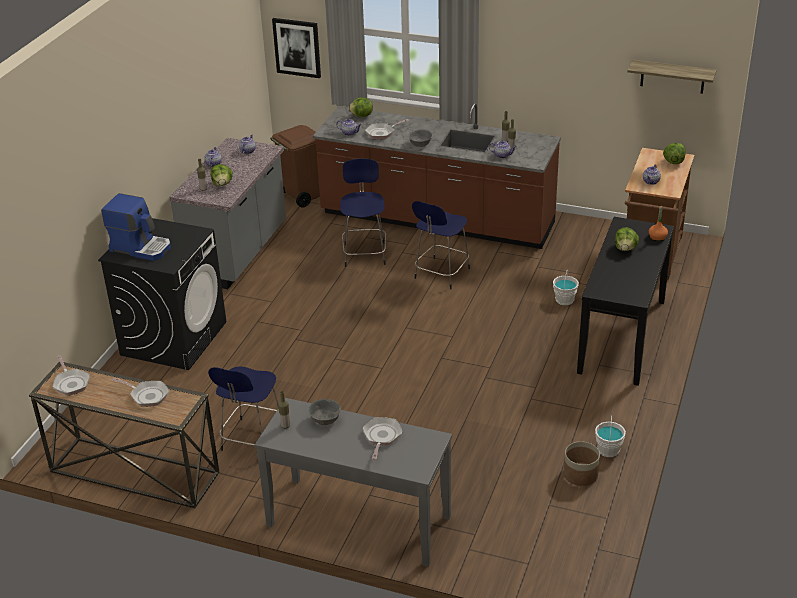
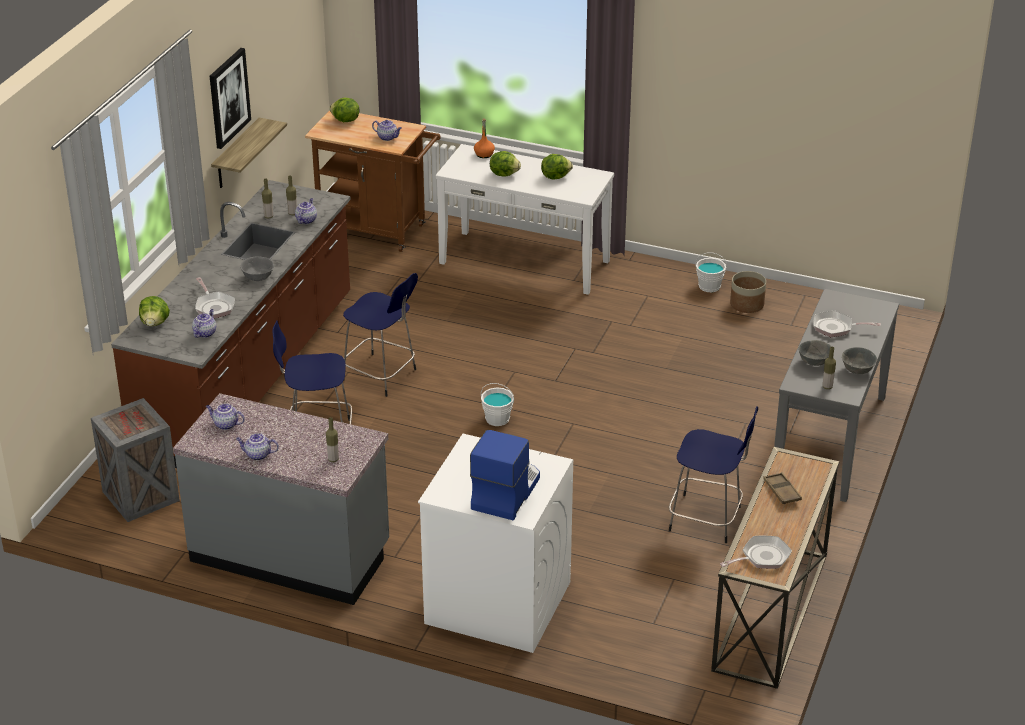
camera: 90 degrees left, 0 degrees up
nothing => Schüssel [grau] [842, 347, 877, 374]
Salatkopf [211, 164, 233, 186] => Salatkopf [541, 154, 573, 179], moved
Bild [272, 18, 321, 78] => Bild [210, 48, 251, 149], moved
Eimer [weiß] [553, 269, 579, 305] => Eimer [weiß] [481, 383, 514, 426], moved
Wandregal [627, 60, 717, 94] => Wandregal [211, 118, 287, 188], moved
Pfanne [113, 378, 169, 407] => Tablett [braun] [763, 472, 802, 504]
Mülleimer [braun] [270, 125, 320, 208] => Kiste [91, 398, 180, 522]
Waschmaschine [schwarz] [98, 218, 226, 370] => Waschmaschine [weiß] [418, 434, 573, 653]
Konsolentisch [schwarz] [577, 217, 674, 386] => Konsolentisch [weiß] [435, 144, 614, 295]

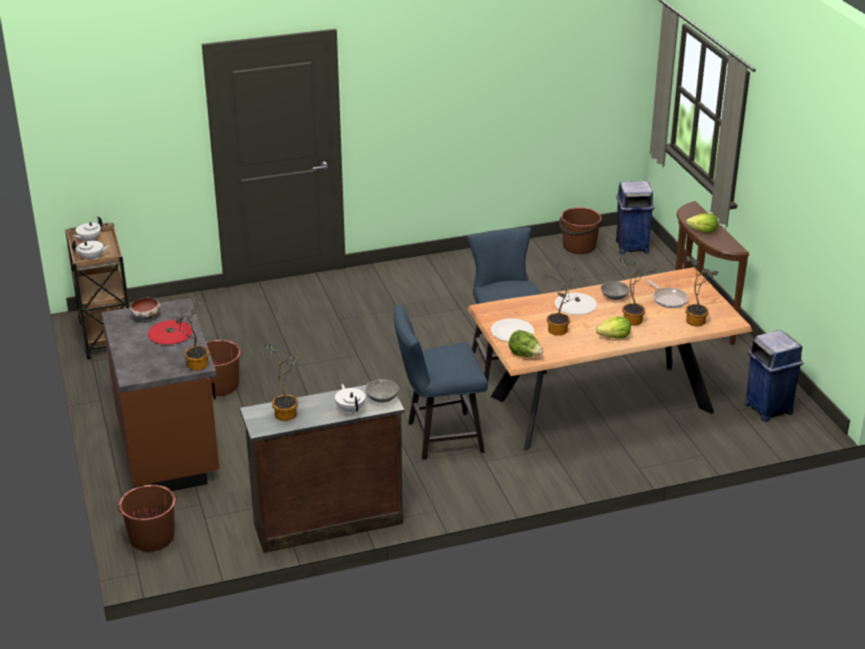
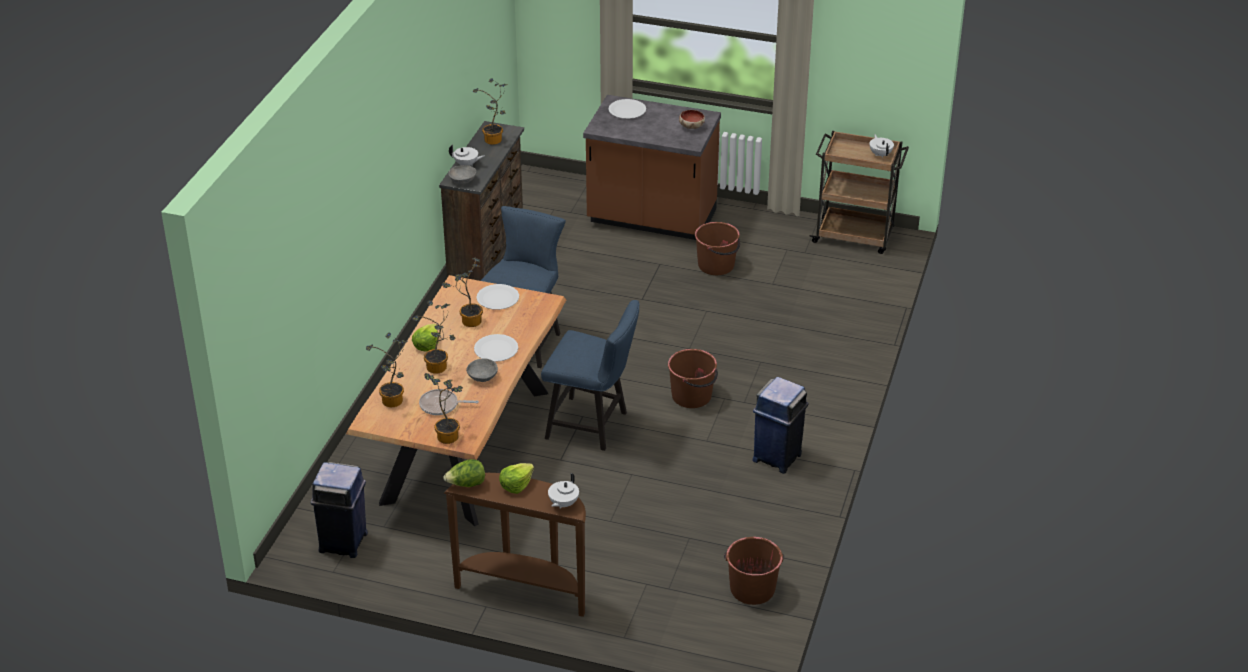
camera: 125 degrees right, 5 degrees up
Teller [rot] [148, 320, 193, 345] => nothing
nothing => Teller [weiß] [608, 99, 646, 119]
Teekanne [weiß] [72, 240, 110, 260] => Teekanne [weiß] [548, 473, 579, 509], moved
Eimer [braun] [117, 485, 177, 552] => Eimer [braun] [668, 349, 718, 408], moved
Topfpflanze [165, 296, 209, 371] => Topfpflanze [424, 373, 463, 444], moved
Salatkopf [508, 330, 543, 357] => Salatkopf [443, 459, 485, 487], moved
Mülleimer [blau] [616, 181, 654, 254] => Mülleimer [blau] [752, 377, 809, 474], moved

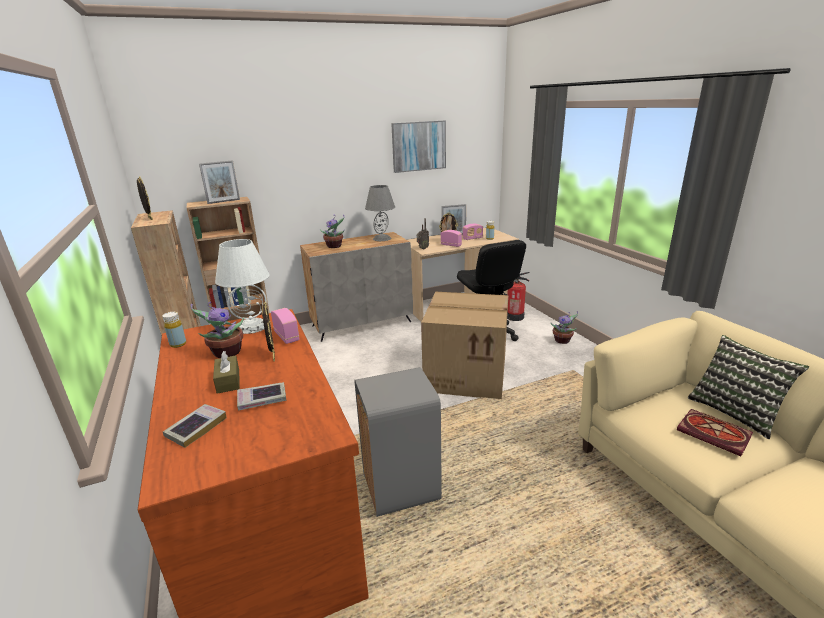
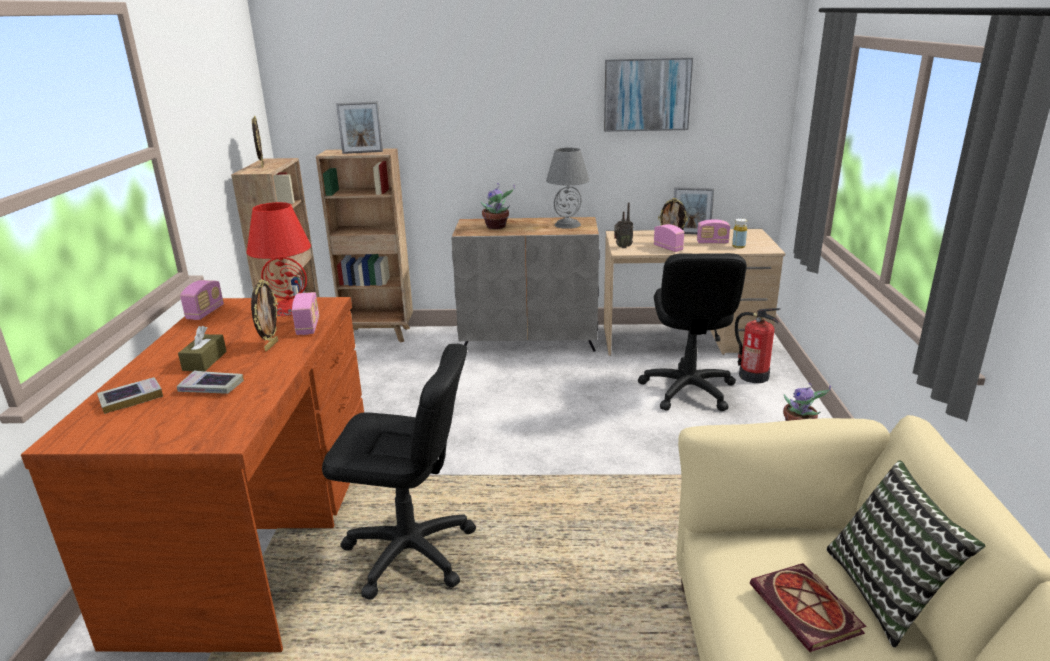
camera: 25 degrees right, 0 degrees up
Topfpflanze [190, 302, 244, 358] => nothing
Karton [421, 292, 509, 399] => nothing
Flasche [gelb] [163, 312, 186, 348] => Radio [180, 280, 224, 320]
Mülleimer [grau] [355, 367, 442, 517] => Bürostuhl [schwarz] [322, 344, 476, 600]
Tischlampe [weiß] [215, 239, 270, 334] => Tischlampe [rot] [247, 202, 311, 316]

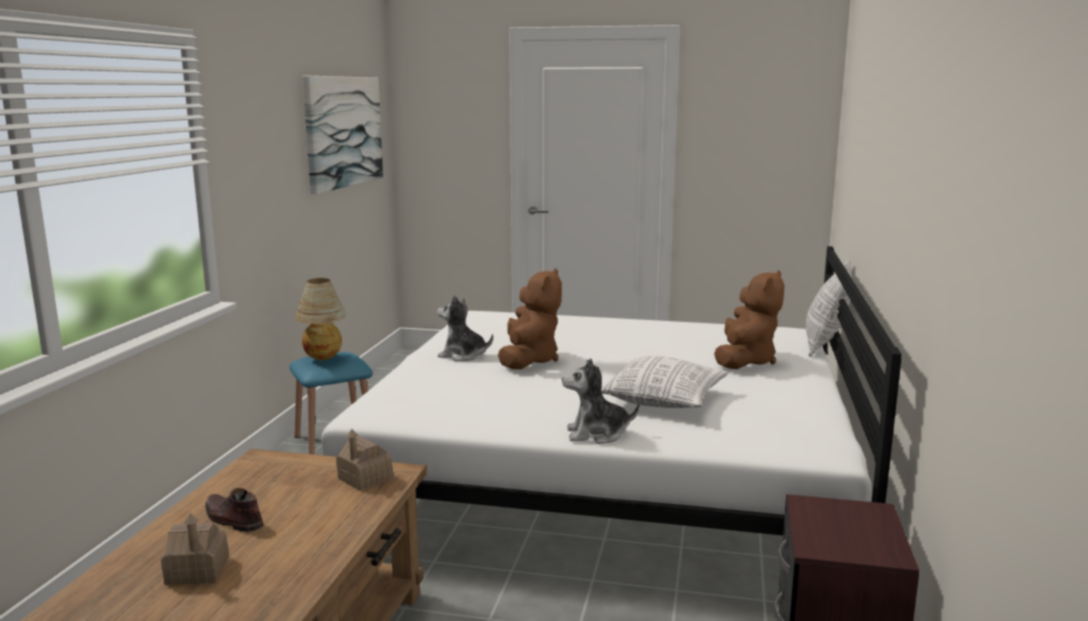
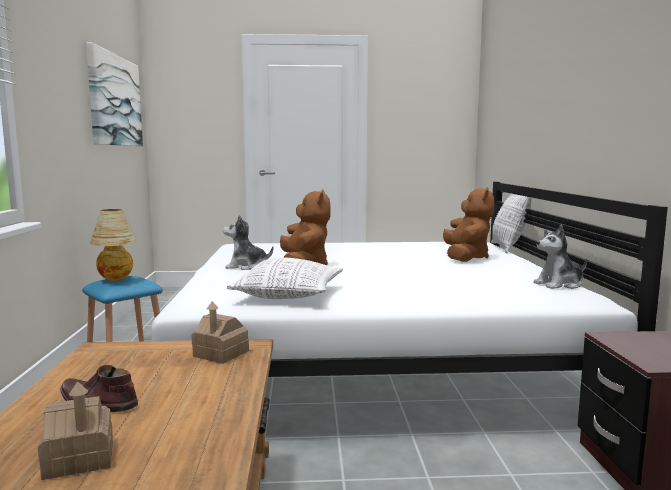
camera: 15 degrees left, 5 degrees down
Plüschtier [562, 358, 640, 444] => Plüschtier [533, 225, 587, 289], moved
Kissen [601, 356, 729, 408] => Kissen [227, 257, 343, 299], moved

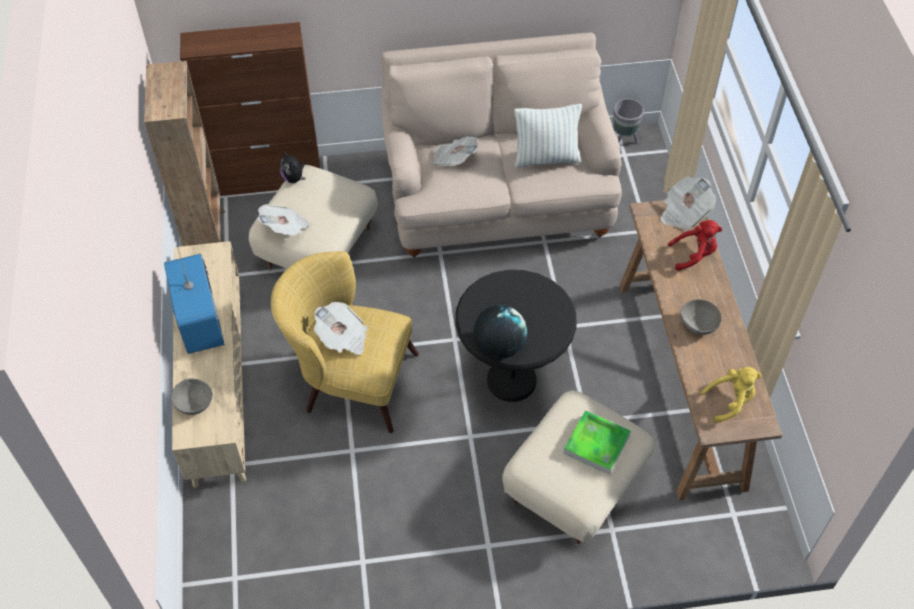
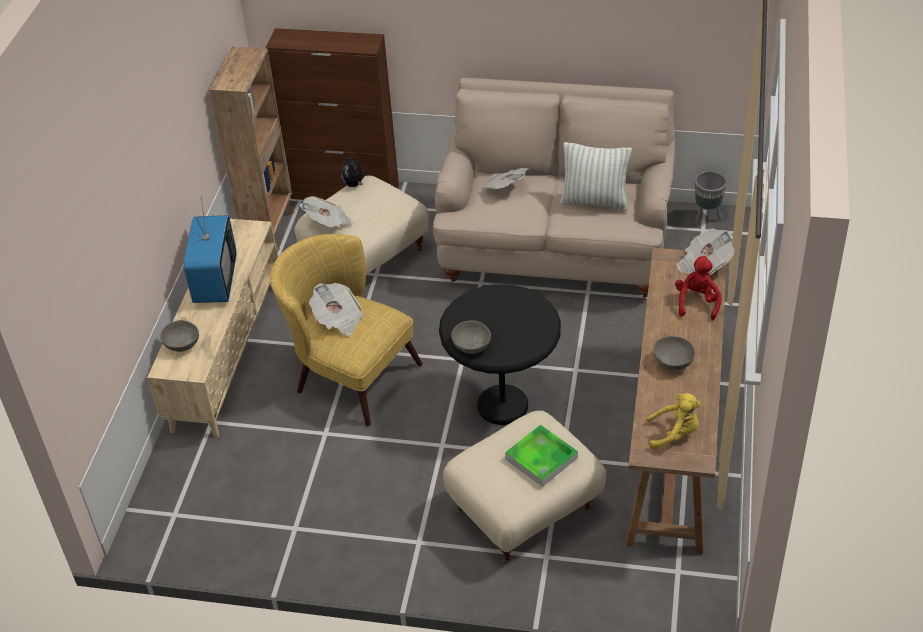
camera: 20 degrees right, 10 degrees down
Globus [473, 305, 527, 359] => Schüssel [grau] [451, 320, 491, 354]
Plüschtier [rot] [668, 220, 722, 271] => Plüschtier [rot] [675, 256, 722, 320], 90 degrees counterclockwise

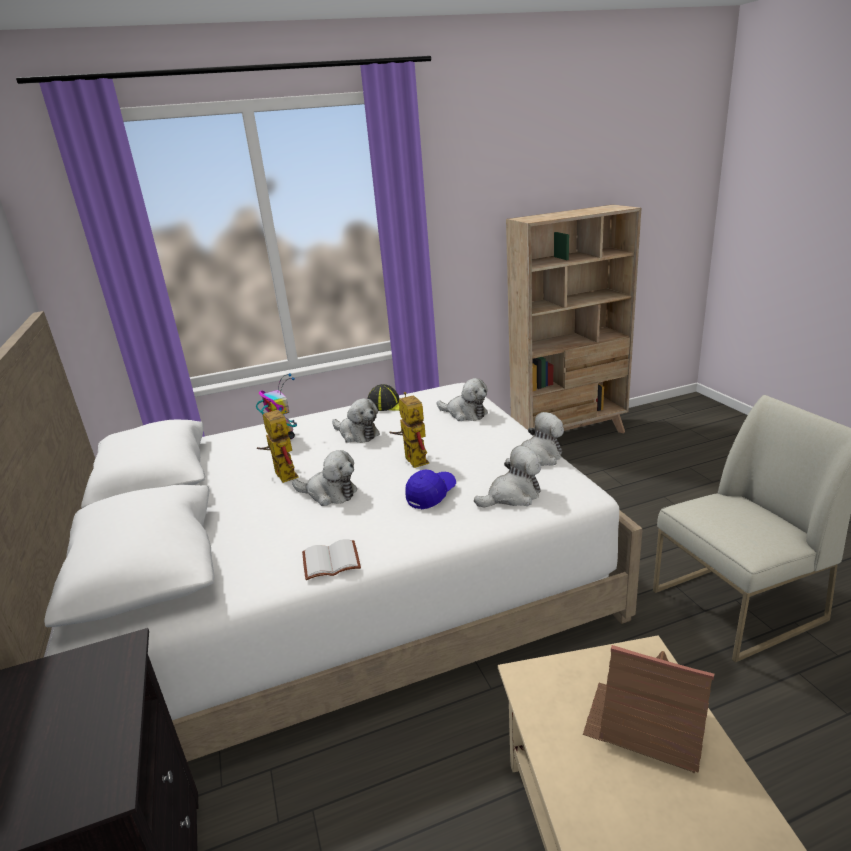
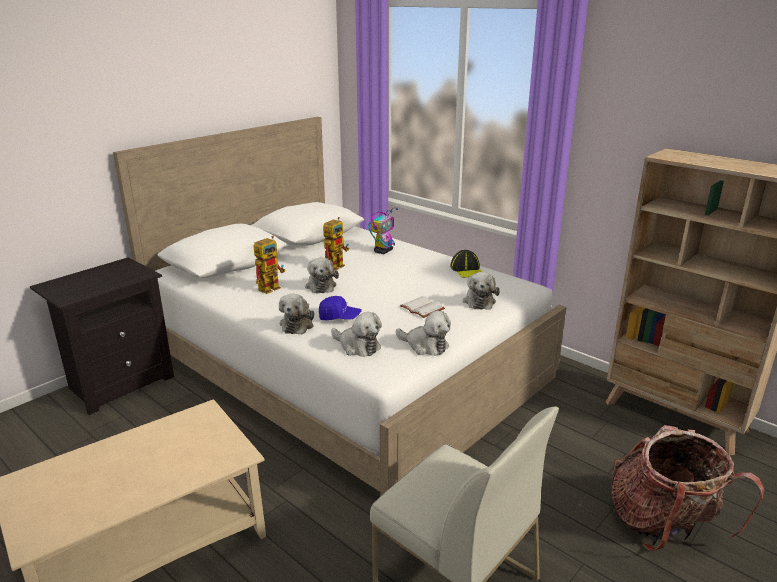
camera: 60 degrees right, 0 degrees up
Spielzeughaus [583, 645, 714, 773] => nothing
nothing => Rucksack [611, 425, 764, 551]
Buch [weiß] [302, 539, 361, 580] => Buch [weiß] [400, 296, 445, 318], moved
Plüschtier [332, 398, 380, 443] => Plüschtier [279, 294, 314, 335], moved
Spielzeugroboter [389, 392, 429, 468] => Spielzeugroboter [253, 236, 285, 294], moved

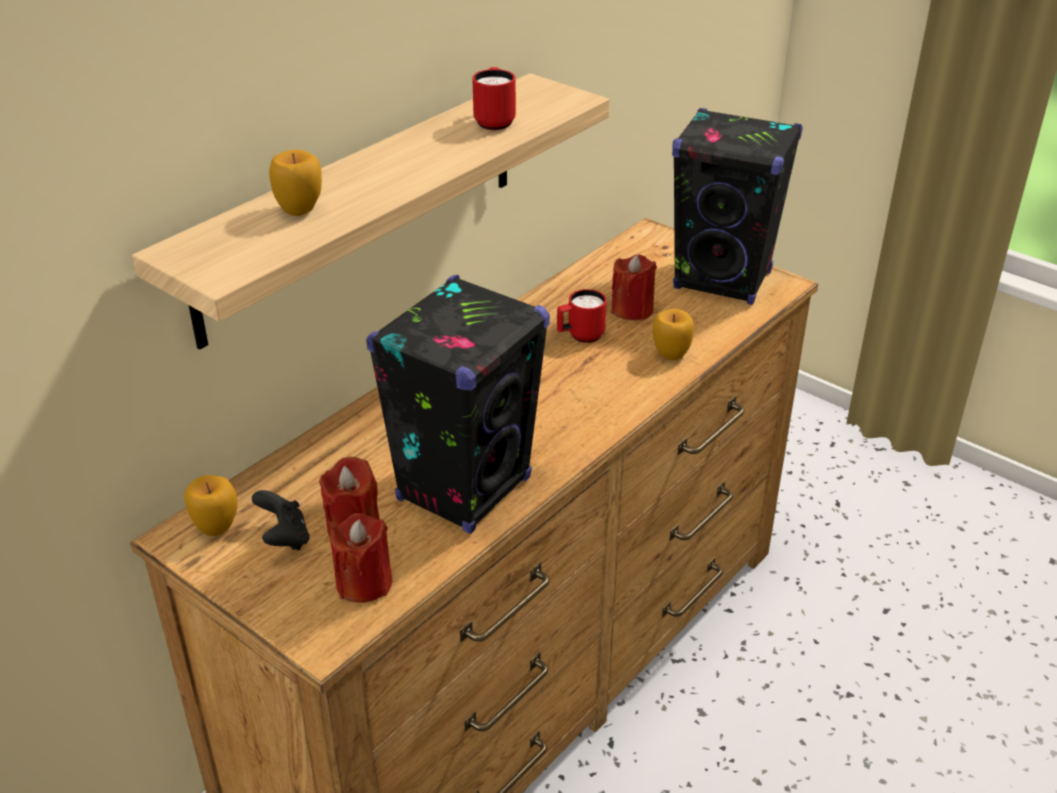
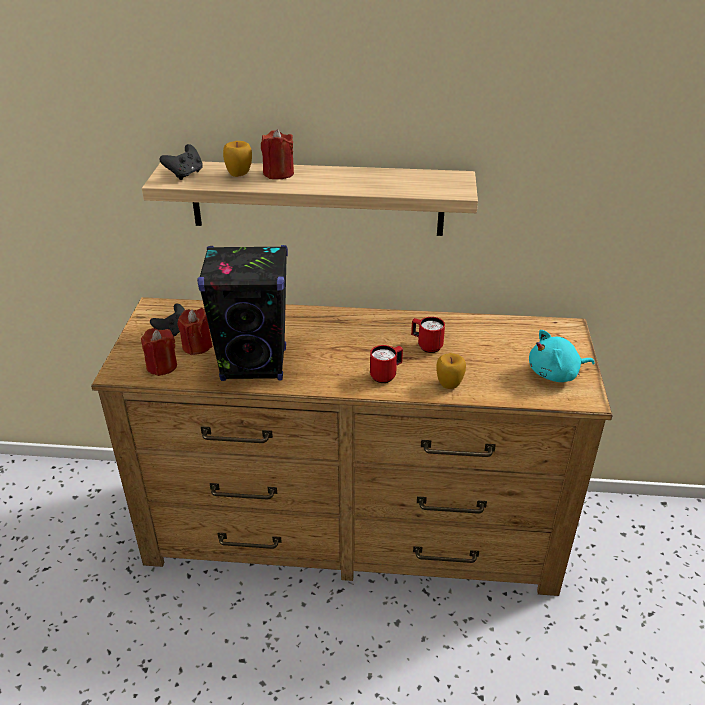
camera: 55 degrees right, 0 degrees up
Apfel [184, 475, 238, 536] => nothing
nothing => Gamepad [schwarz] [159, 144, 203, 180]
Henkelbecher [rot] [472, 67, 516, 130] => Henkelbecher [rot] [370, 345, 403, 383], moved
Kerze [rot] [611, 254, 657, 320] => Kerze [rot] [261, 129, 294, 179], moved
Lautsprecher [schwarz] [672, 108, 803, 305] => Plüschtier [türkis] [529, 330, 595, 382]

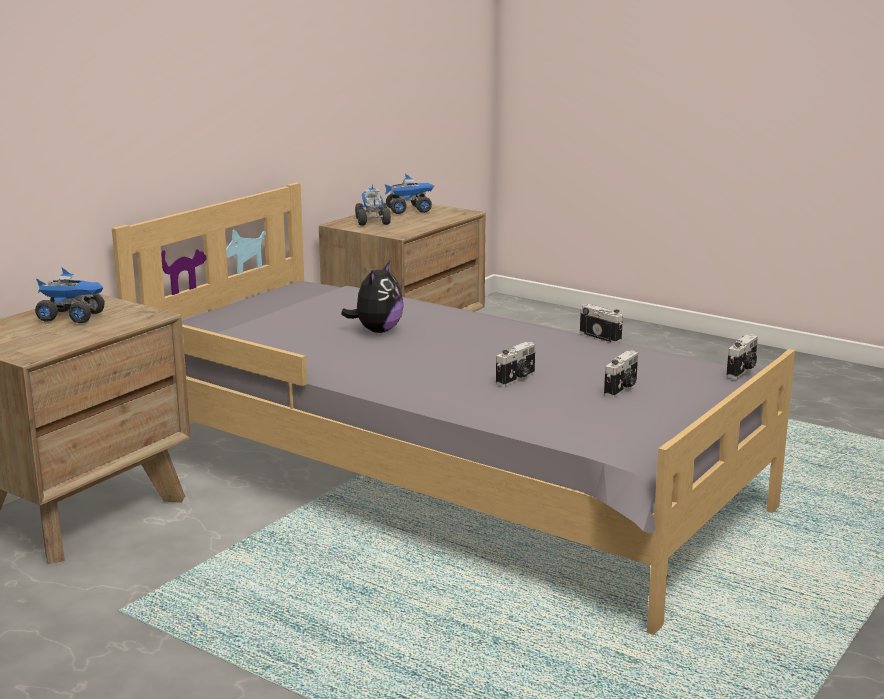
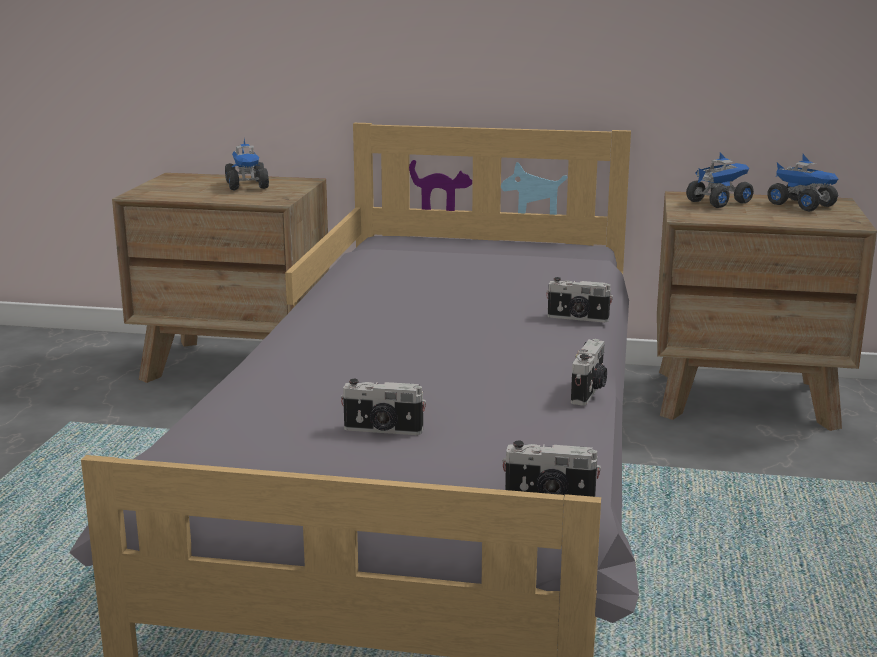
camera: 65 degrees right, 0 degrees up
Plüschtier [341, 260, 404, 333] => nothing
Kamera [496, 342, 535, 387] => Kamera [546, 277, 613, 323], moved

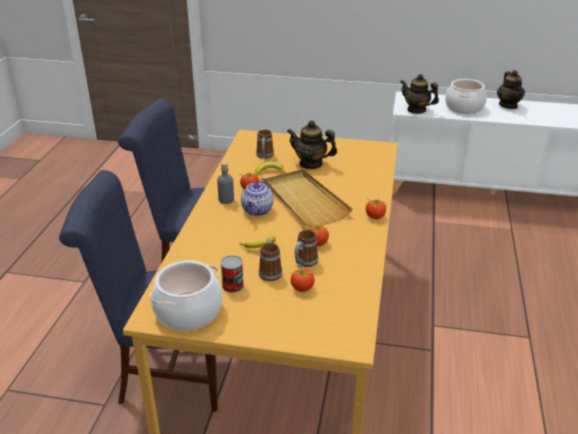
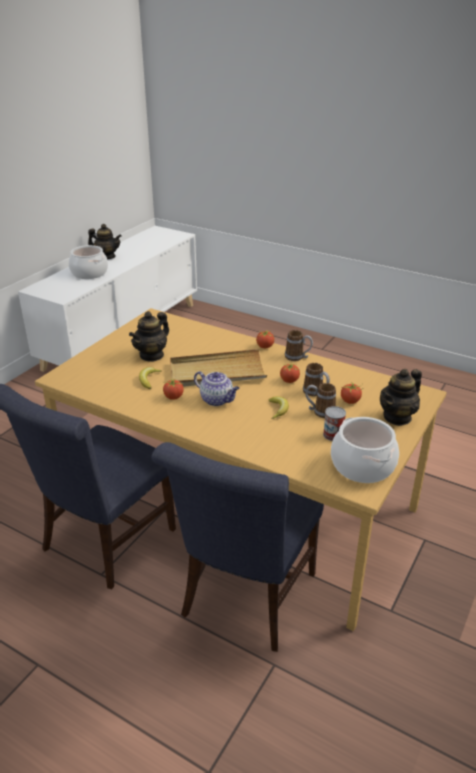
camera: 70 degrees left, 0 degrees up
Flasche [grau] [217, 162, 234, 204] => nothing
Henkelbecher [256, 129, 274, 159] => Henkelbecher [285, 330, 313, 361], moved
Teekanne [401, 74, 439, 114] => Teekanne [380, 369, 422, 426], moved

